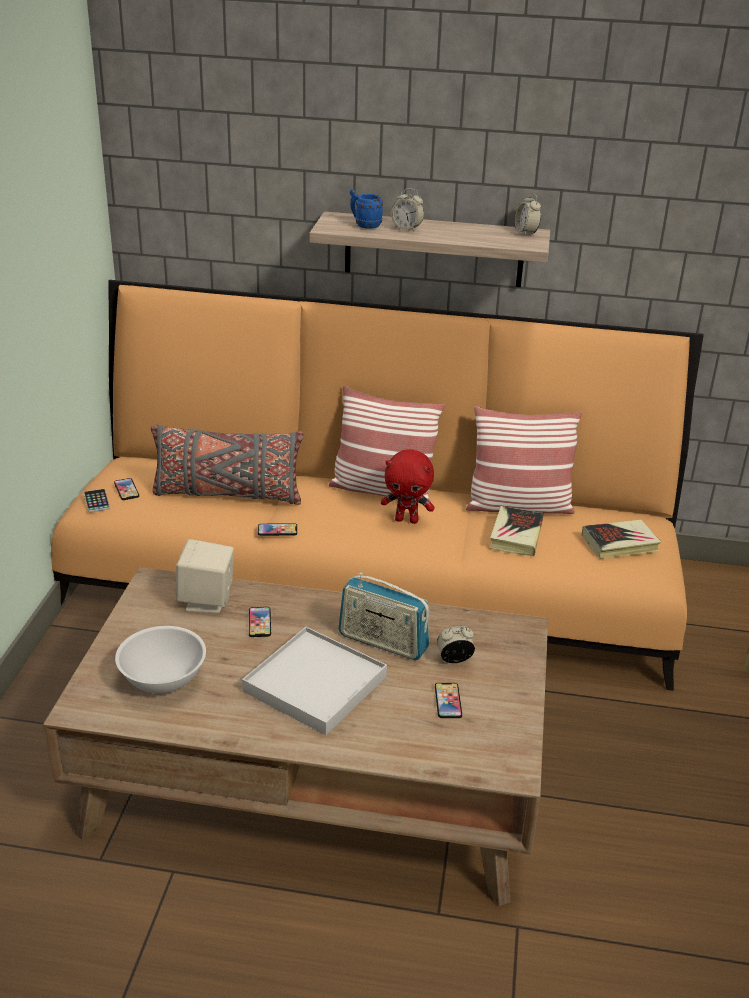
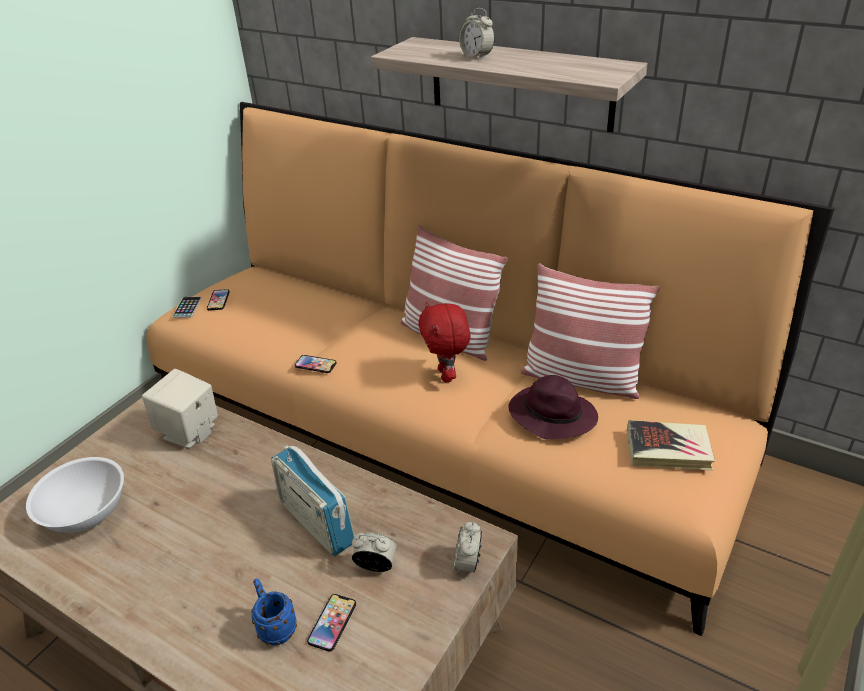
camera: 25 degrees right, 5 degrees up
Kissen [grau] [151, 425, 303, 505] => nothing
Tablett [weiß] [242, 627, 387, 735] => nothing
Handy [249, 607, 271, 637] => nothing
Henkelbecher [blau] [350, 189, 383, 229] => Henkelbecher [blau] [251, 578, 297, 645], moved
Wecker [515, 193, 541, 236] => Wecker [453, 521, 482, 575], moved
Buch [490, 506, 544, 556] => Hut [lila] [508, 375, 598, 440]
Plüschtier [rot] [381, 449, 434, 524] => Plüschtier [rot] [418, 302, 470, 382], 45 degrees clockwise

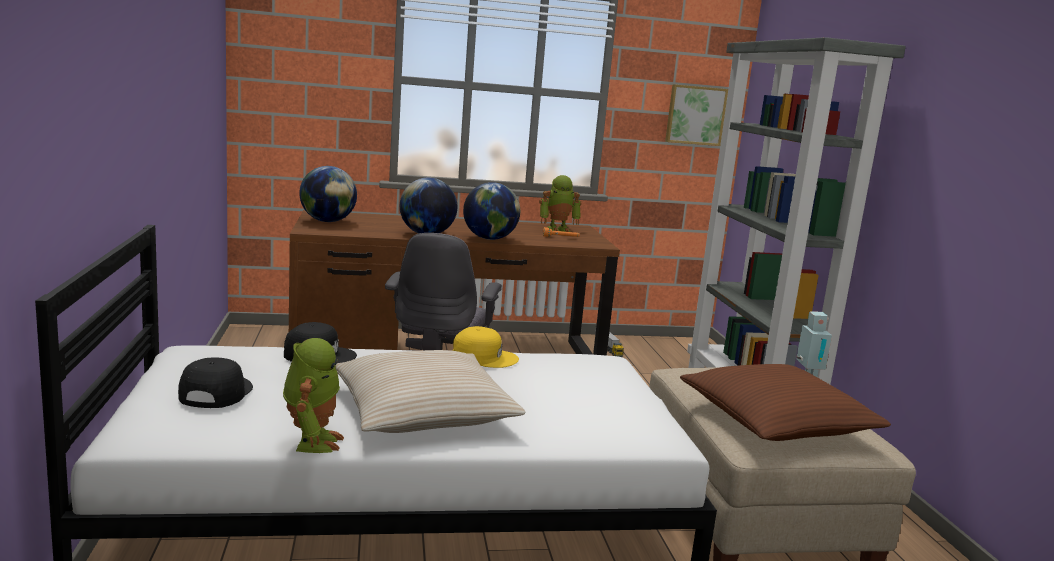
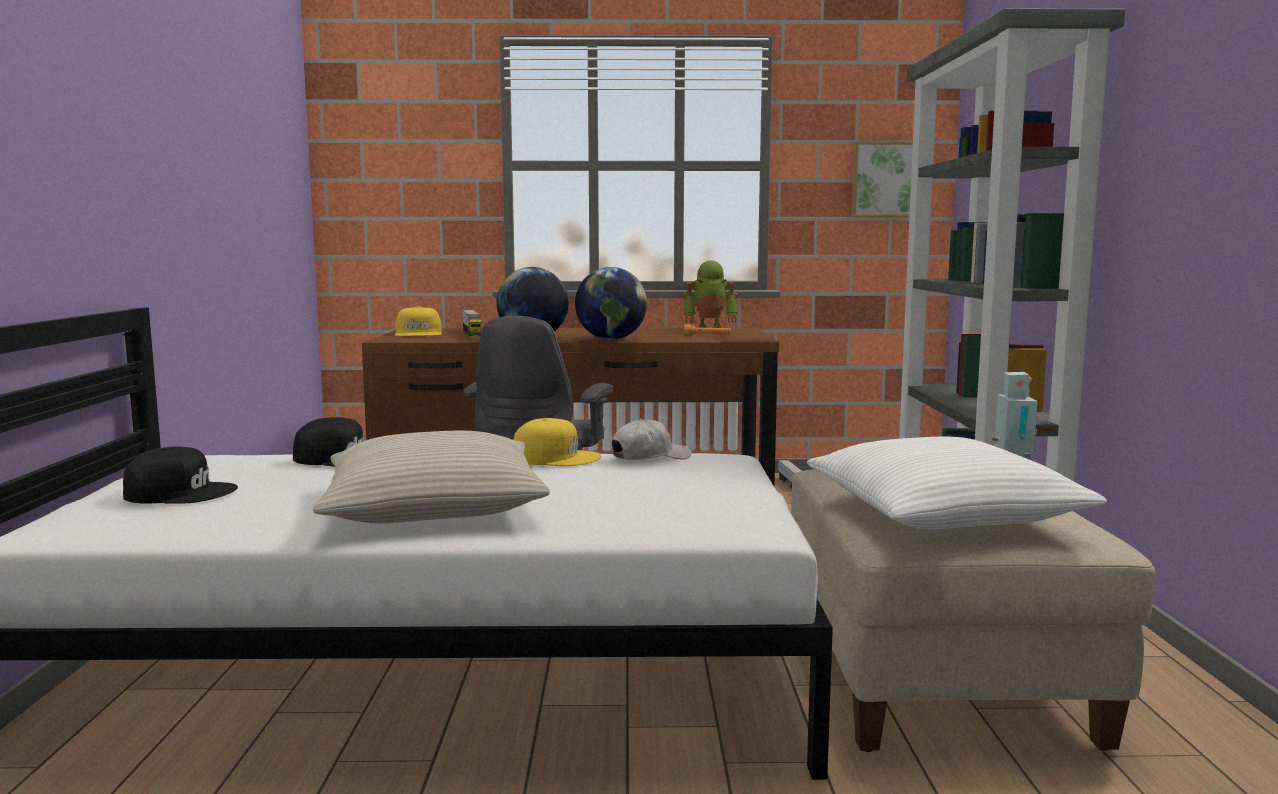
camera: 10 degrees right, 5 degrees down
Spielzeugroboter [283, 338, 344, 453] => nothing
nothing => Spielzeuglaster [462, 310, 482, 336]
nothing => Kappe [weiß] [612, 419, 692, 460]
Globus [299, 166, 357, 222] => Kappe [gelb] [395, 306, 442, 336]
Kissen [braun] [680, 364, 891, 441] => Kissen [weiß] [807, 437, 1107, 529]
Kappe [schwarz] [178, 358, 253, 408] => Kappe [schwarz] [123, 446, 238, 504], 75 degrees clockwise

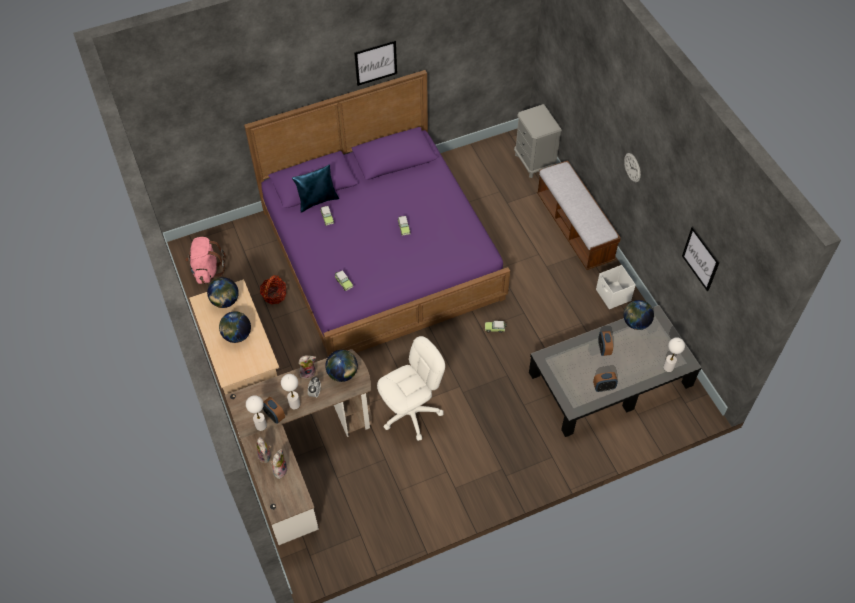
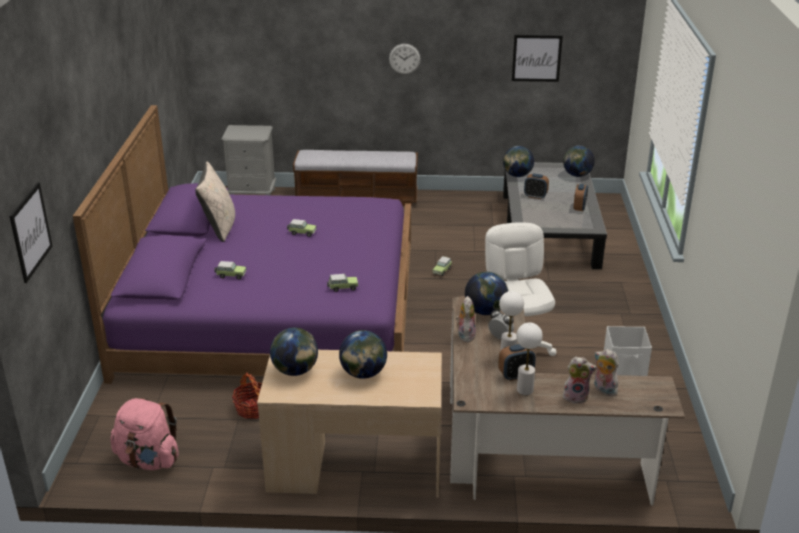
camera: 65 degrees left, 25 degrees down
Kissen [blau] [292, 164, 339, 213] => nothing
nothing => Kissen [beige] [195, 162, 235, 242]
Bild [354, 40, 397, 86] => Bild [9, 182, 53, 283], moved
Aufbewahrungsbox [weiß] [596, 265, 636, 309] => Aufbewahrungsbox [weiß] [604, 326, 652, 376], moved
Tischlampe [weiß] [663, 337, 685, 372] => Globus [563, 146, 595, 177]

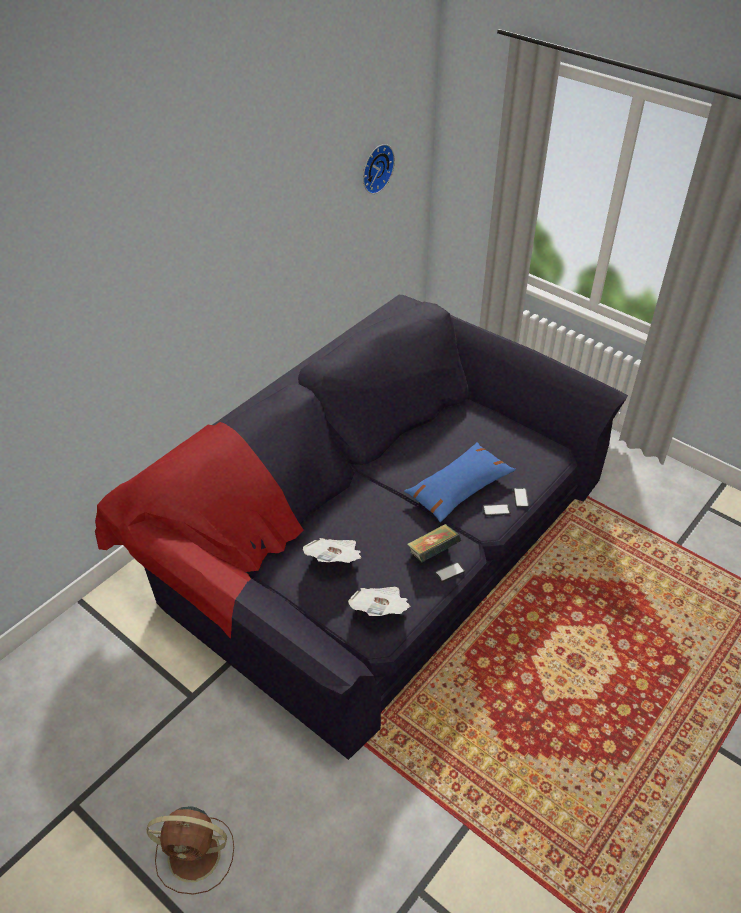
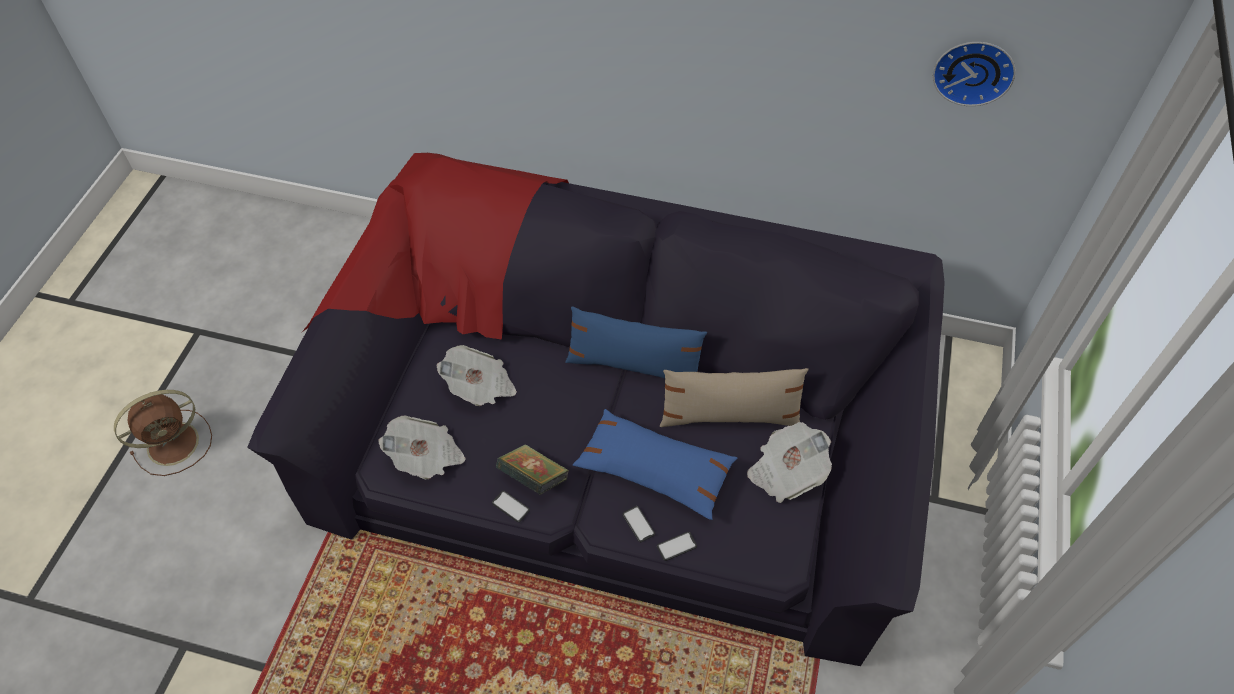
camera: 65 degrees right, 10 degrees up
nothing => Kissen [blau] [565, 306, 707, 379]
nothing => Kissen [beige] [660, 368, 808, 427]
nothing => Zeitung [747, 422, 832, 503]
Ventilator [braun] [146, 807, 234, 895] => Ventilator [braun] [114, 390, 212, 476], 105 degrees counterclockwise

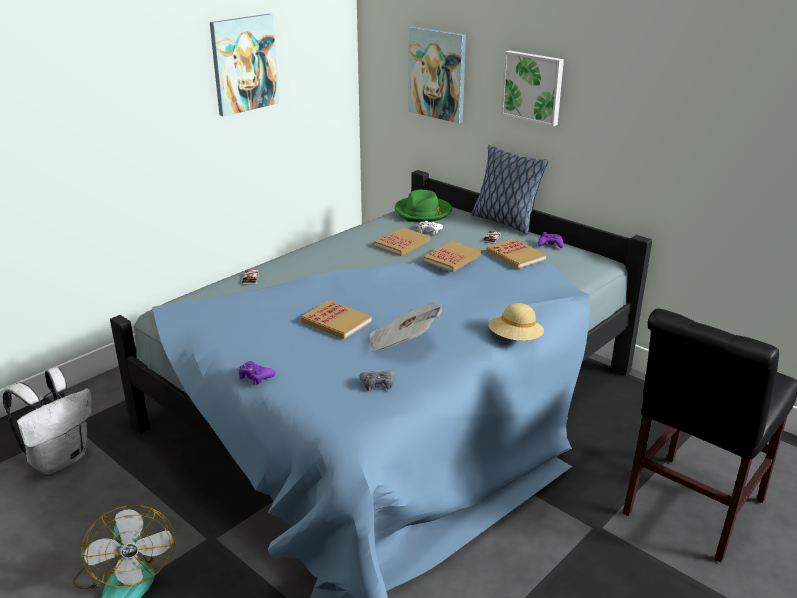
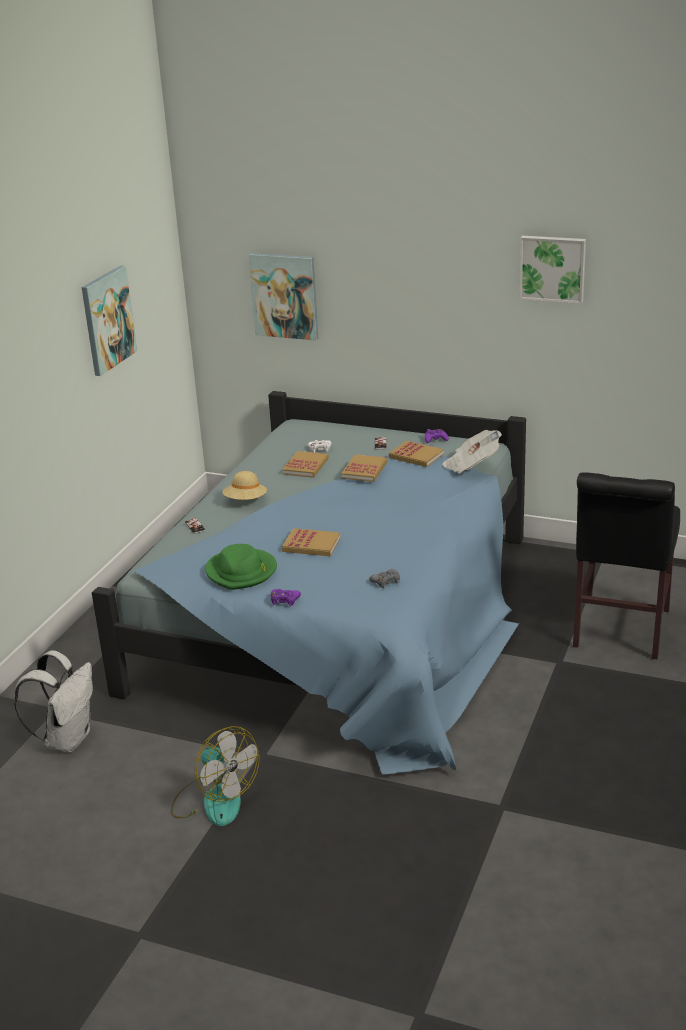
camera: 20 degrees left, 0 degrees up
Kissen [471, 145, 548, 235] => nothing
Zeitung [369, 302, 442, 352] => Zeitung [443, 430, 502, 473], moved
Hut [grün] [395, 190, 452, 222] => Hut [grün] [205, 544, 277, 590], moved
Hut [beige] [488, 303, 544, 341] => Hut [beige] [222, 471, 267, 500], moved
Bild [501, 50, 564, 127] => Bild [519, 236, 586, 304], moved

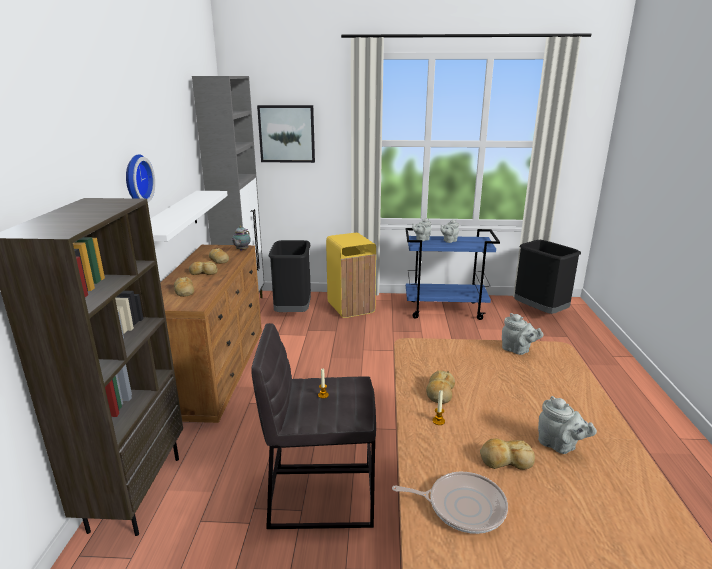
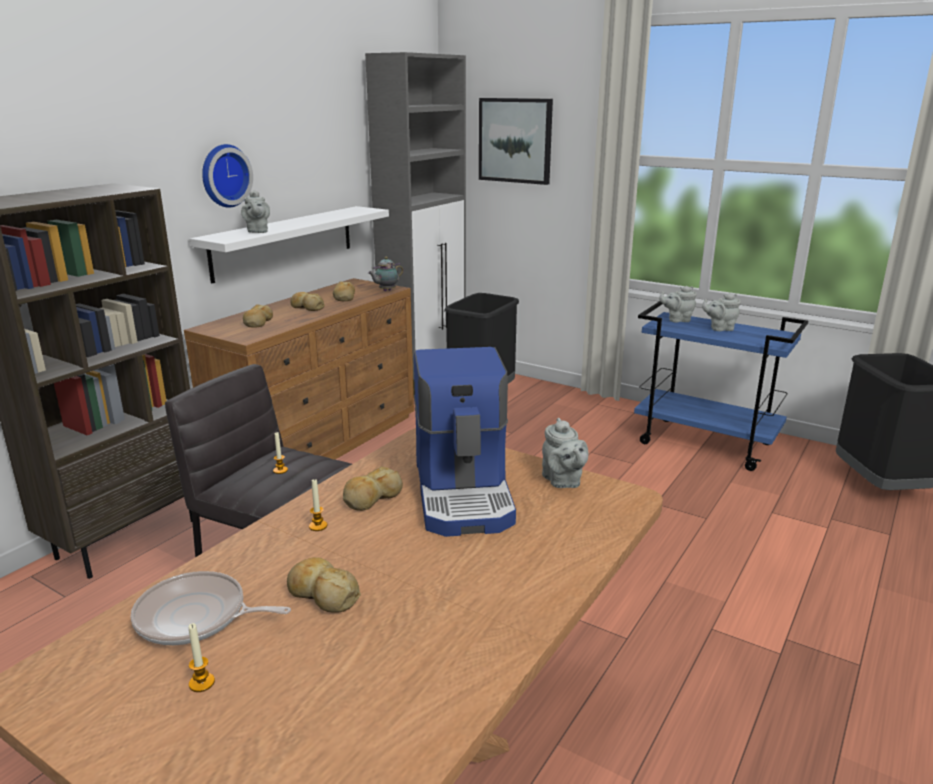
camera: 30 degrees right, 0 degrees up
Mülleimer [gelb] [326, 233, 376, 318] => nothing
nothing => Kerze [188, 623, 215, 692]
nothing => Kaffeemaschine [414, 347, 516, 537]
Teekanne [grau] [538, 396, 597, 454] => Teekanne [grau] [241, 190, 270, 233], moved
Pfanne [392, 472, 508, 534] => Pfanne [130, 571, 291, 645], 150 degrees clockwise

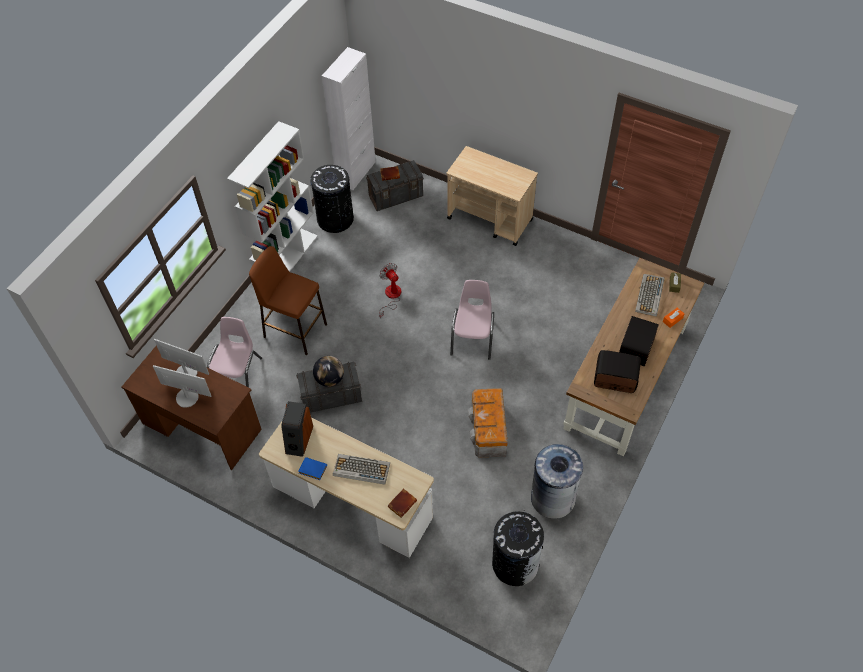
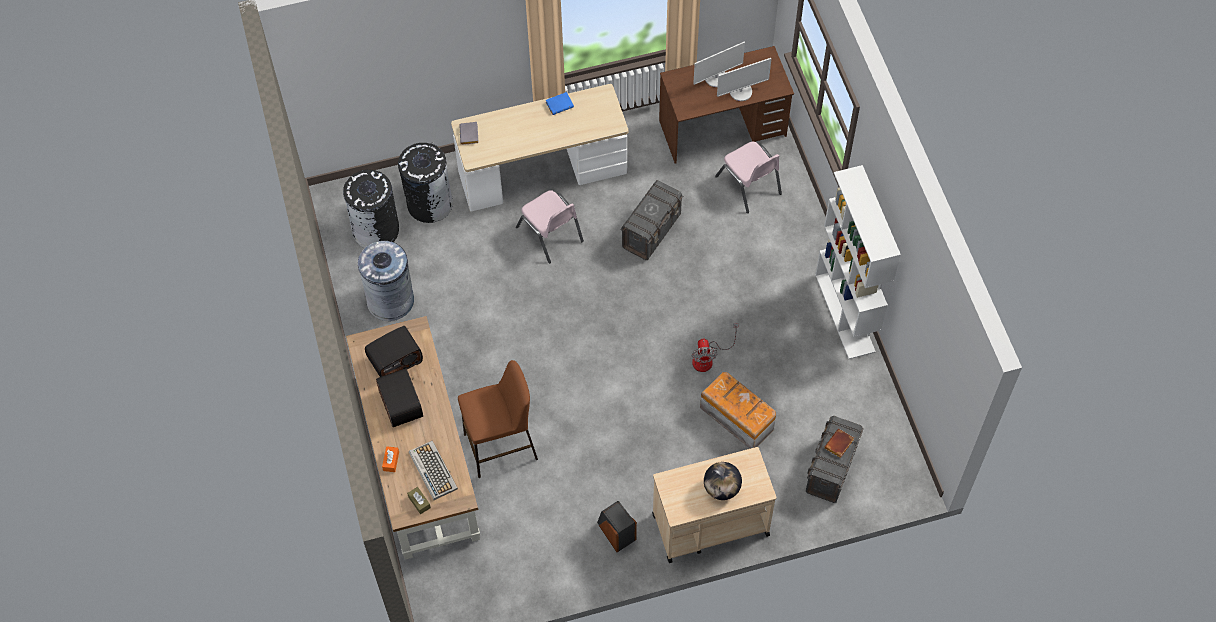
camera: 135 degrees right, 5 degrees up
Schrank [weiß] [322, 47, 376, 190] => nothing
Tastatur [333, 454, 390, 485] => nothing
Hocker [braun] [249, 246, 327, 355] => Hocker [braun] [458, 360, 538, 478], moved
Lautsprecher [281, 401, 313, 457] => Lautsprecher [597, 501, 637, 552], moved
Mülleimer [schwarz] [310, 165, 354, 233] => Mülleimer [schwarz] [398, 142, 453, 223], moved
Globus [313, 356, 344, 387] => Globus [704, 462, 742, 500], moved
Stuhl [rosa] [450, 280, 494, 360] => Stuhl [rosa] [516, 190, 584, 263], moved
Aufbewahrungsbox [468, 388, 508, 458] => Aufbewahrungsbox [700, 372, 776, 449], moved
Buch [braun] [388, 488, 417, 518] => Buch [grau] [459, 122, 479, 145]
Ventilator [379, 263, 401, 318] => Ventilator [692, 323, 739, 372], 75 degrees clockwise

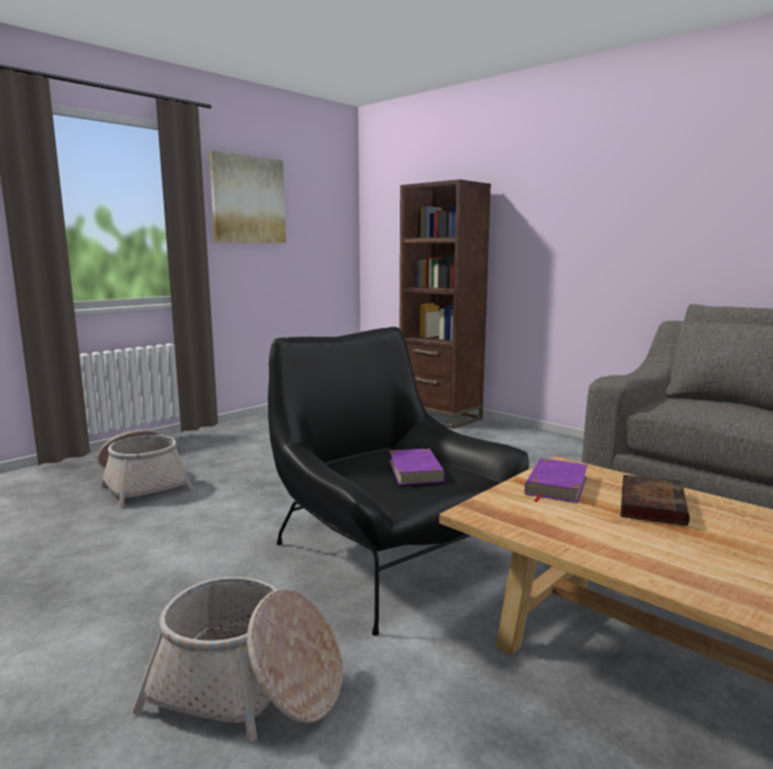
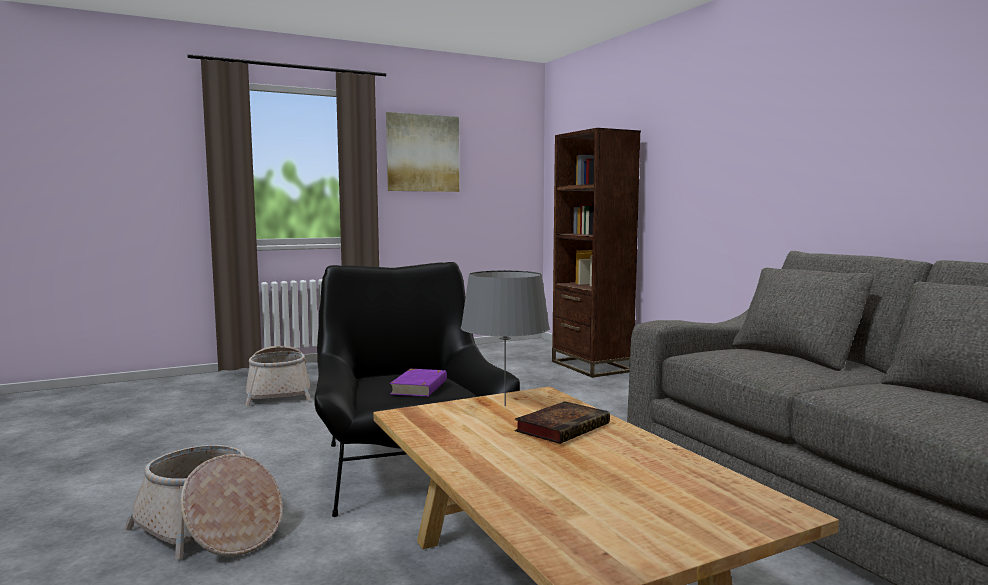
camera: 20 degrees right, 5 degrees down
Buch [lila] [525, 458, 588, 503] => Tischlampe [grau] [461, 270, 550, 406]

